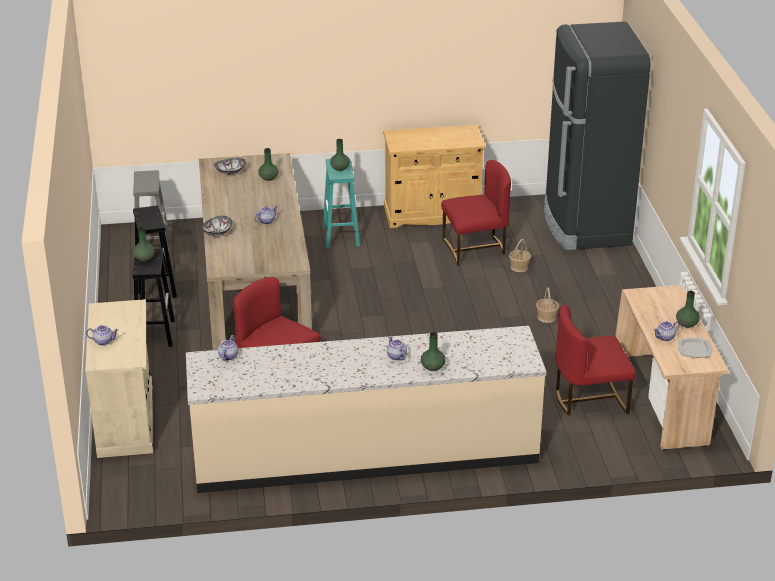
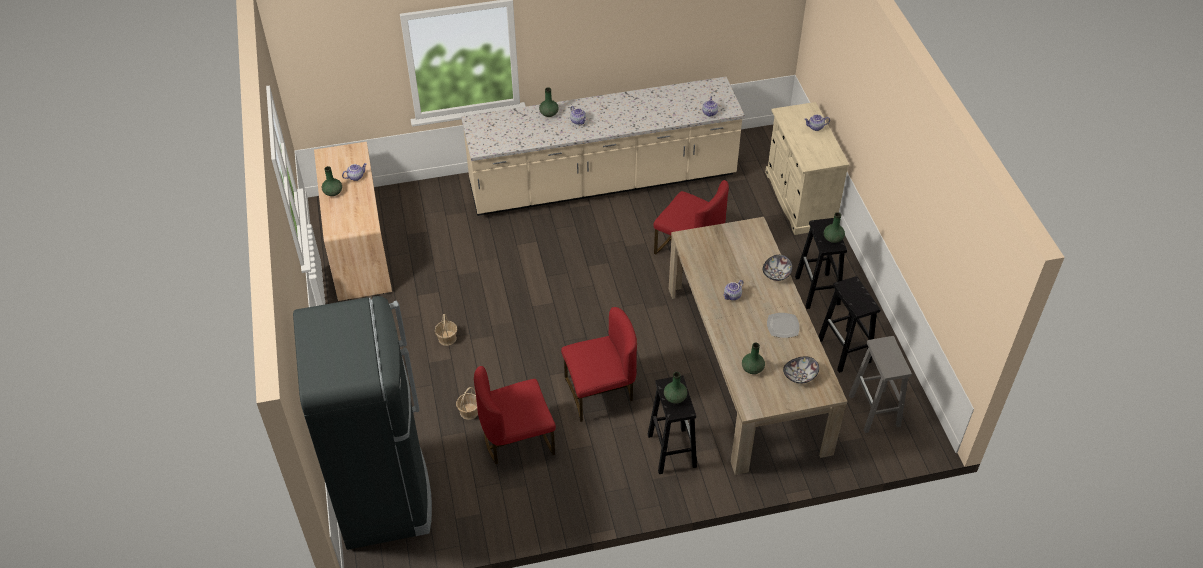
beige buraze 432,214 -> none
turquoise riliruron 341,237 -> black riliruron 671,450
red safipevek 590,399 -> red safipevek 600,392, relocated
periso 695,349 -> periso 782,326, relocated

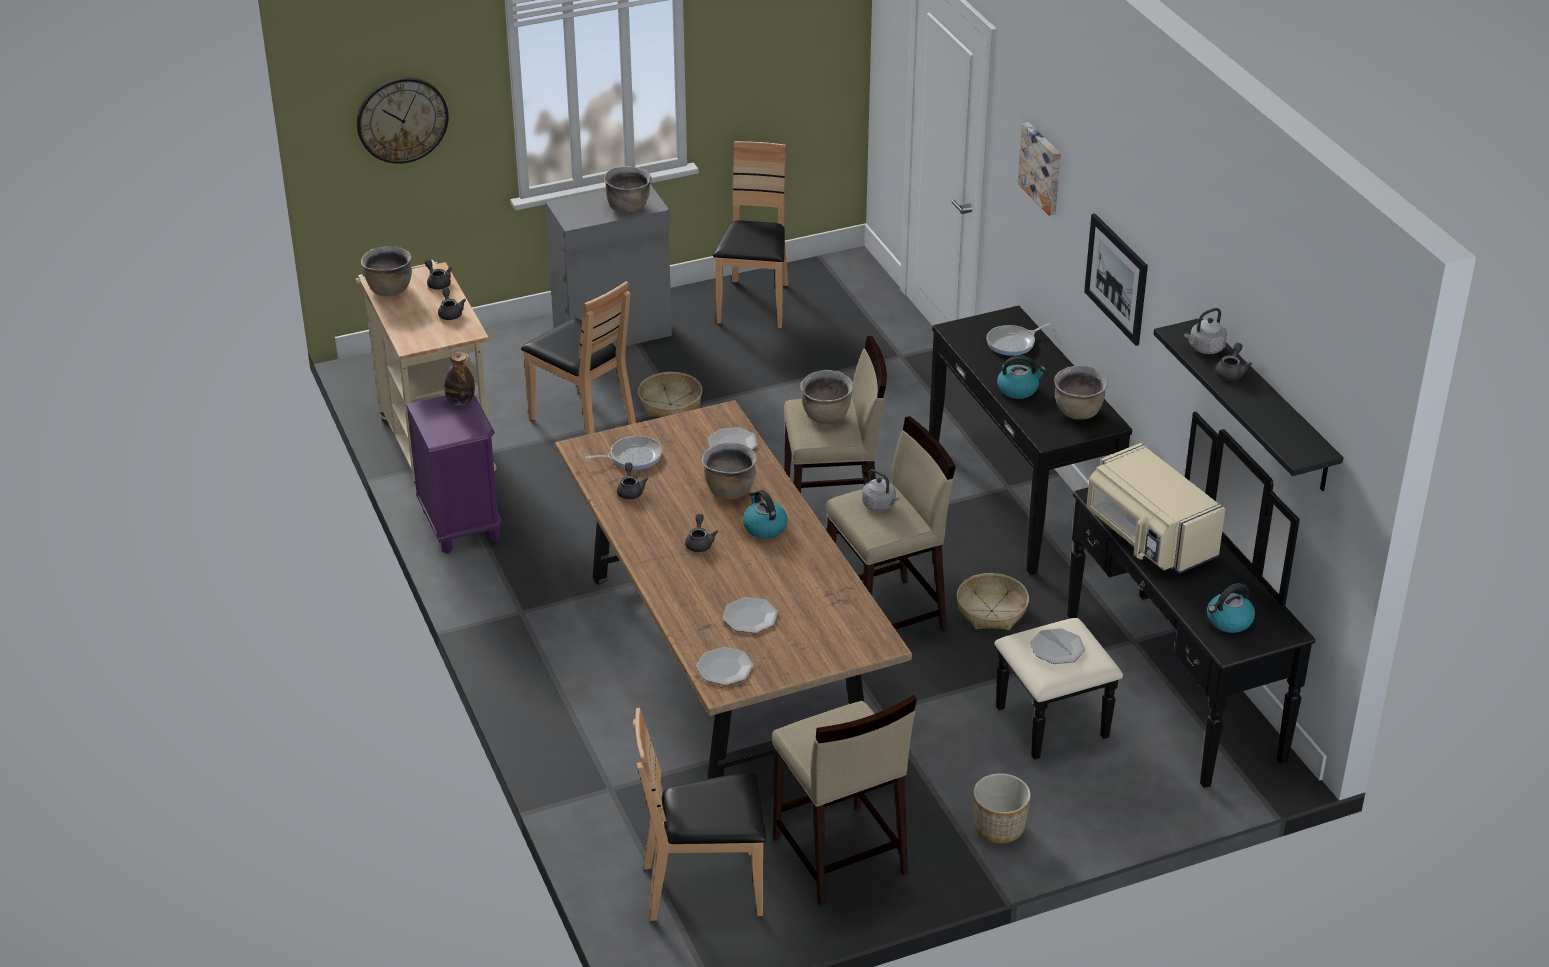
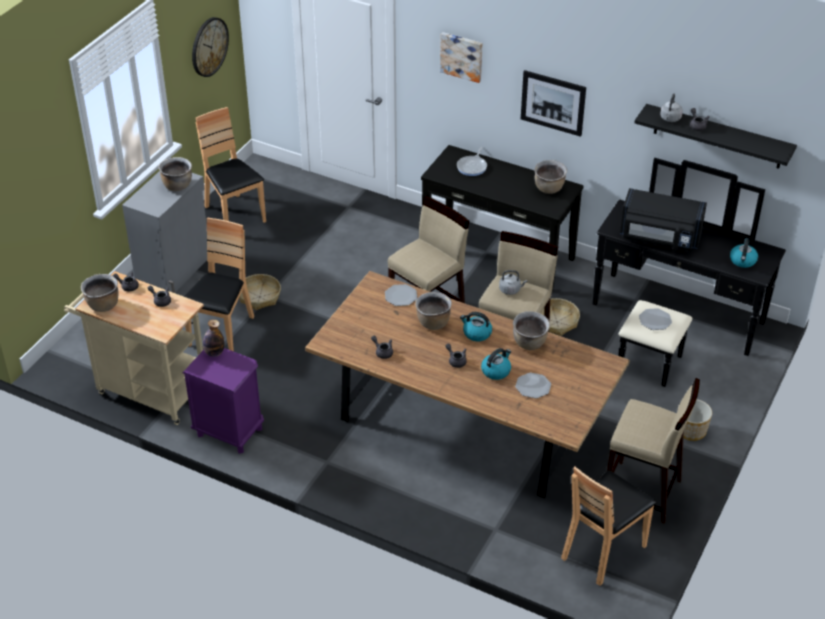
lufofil 402,119 -> lufofil 209,46, relocated
brown safipevek 583,421 -> brown safipevek 222,332, 75 degrees counterclockwise
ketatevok 1018,389 -> ketatevok 496,371, relocated
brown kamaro 826,416 -> brown kamaro 530,343, relocated
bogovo 632,457 -> none
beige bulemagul 1148,538 -> black bulemagul 659,238
periso 724,668 -> none

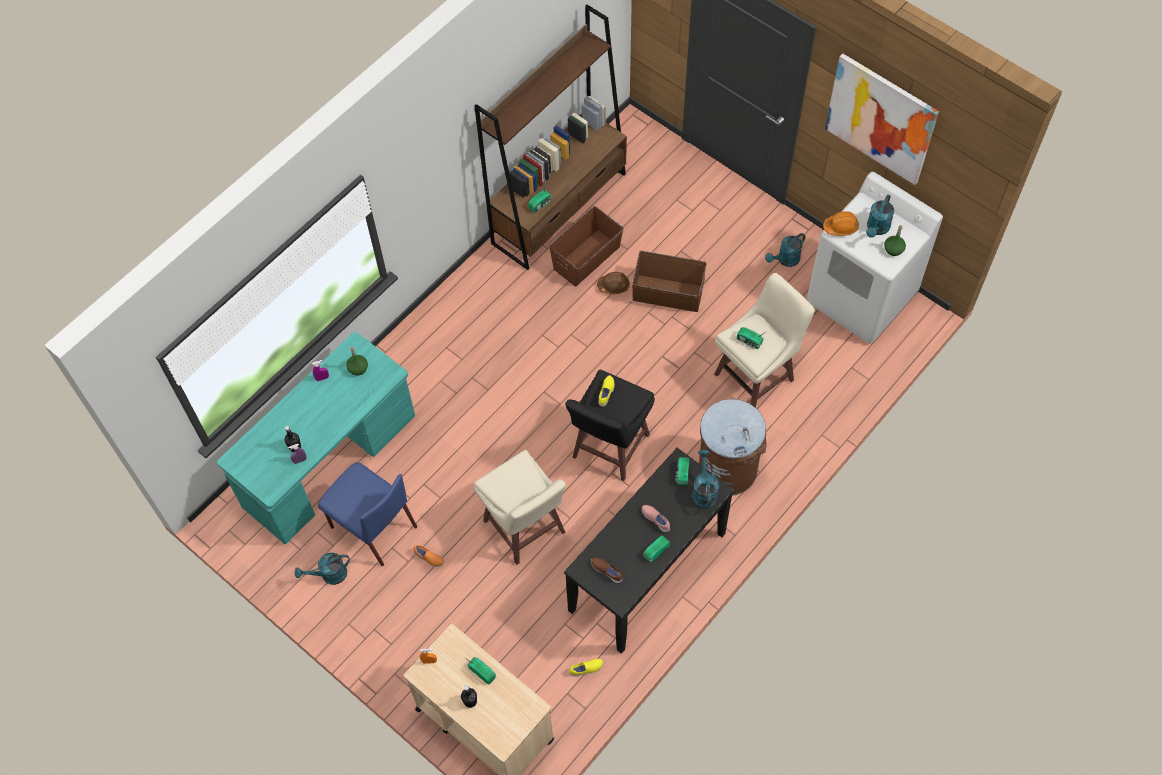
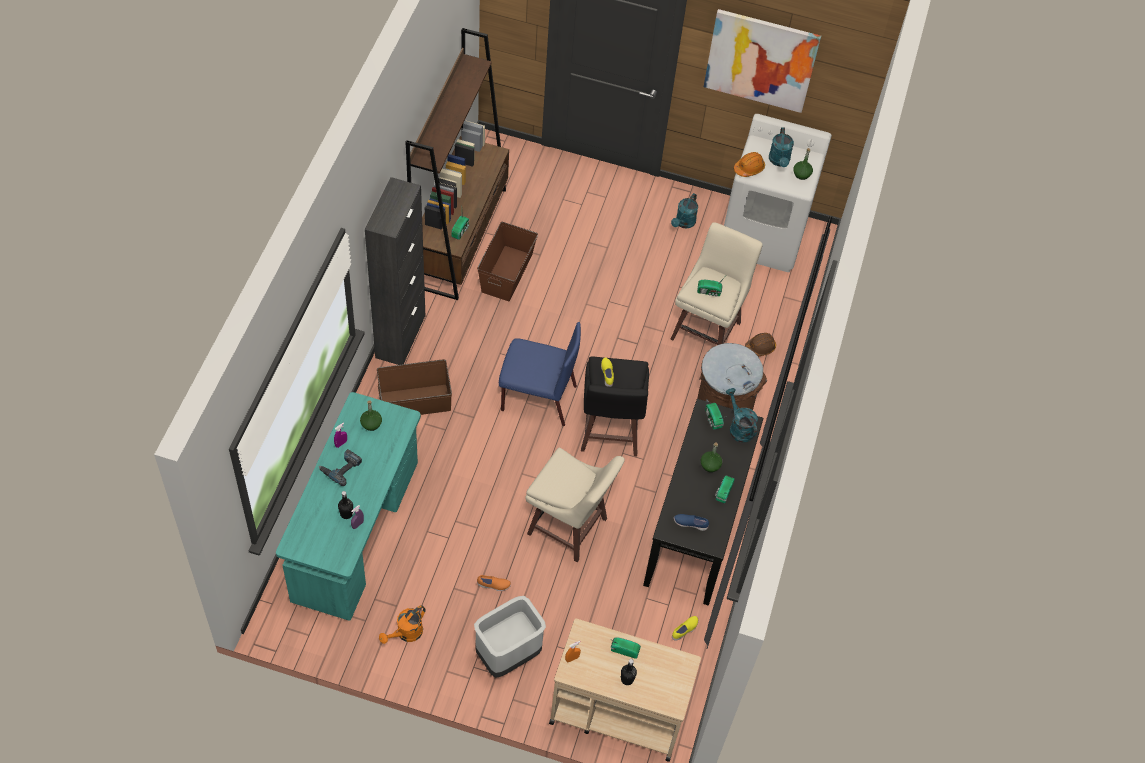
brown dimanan 668,293 -> brown dimanan 415,402, relocated
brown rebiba 614,286 -> brown rebiba 760,347, relocated
blue safipevek 372,526 -> blue safipevek 537,398, relocated
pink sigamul 656,519 -> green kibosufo 710,465
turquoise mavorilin 329,575 -> orange mavorilin 406,634
brown sigamul 607,571 -> blue sigamul 690,523
none -> black buraze 400,336
none -> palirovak 341,468
none -> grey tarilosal 508,656

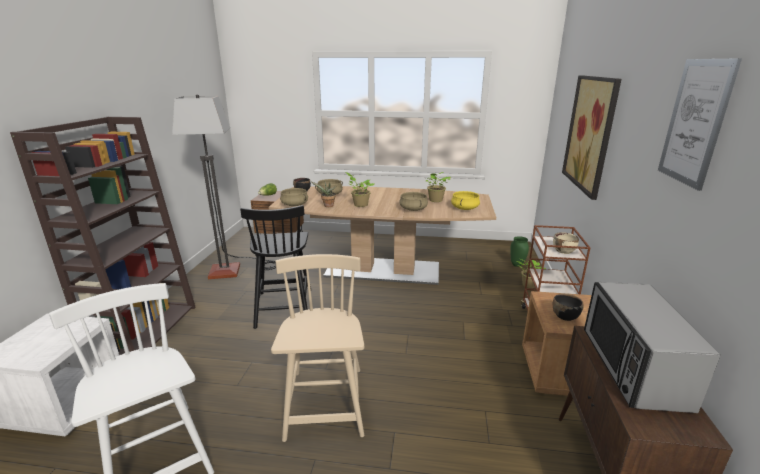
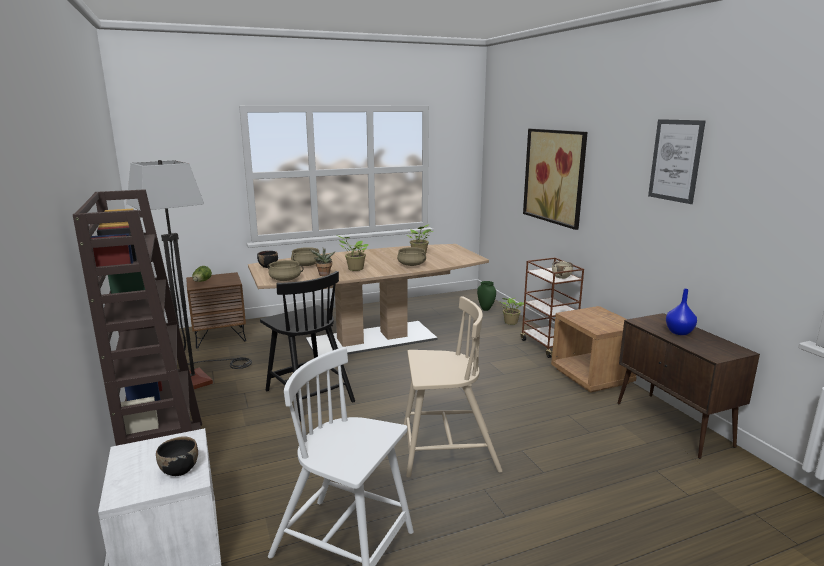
yellow kamaro 465,208 -> none
beige safipevek 325,404 -> beige safipevek 447,452, 120 degrees clockwise
bulemagul 632,367 -> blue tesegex 679,332
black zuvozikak 565,316 -> black zuvozikak 179,469, relocated

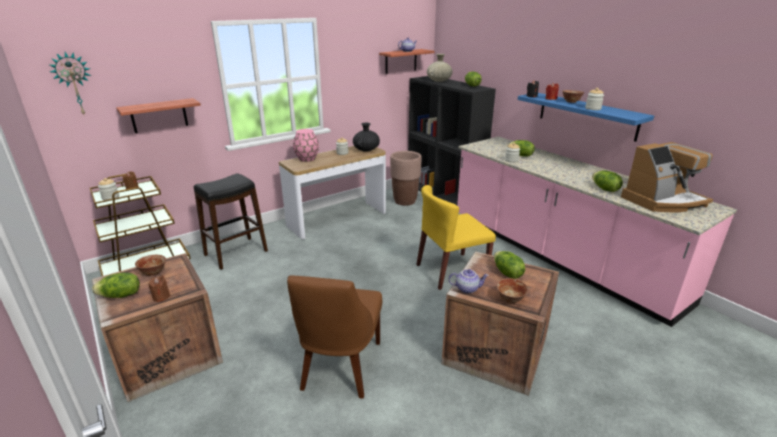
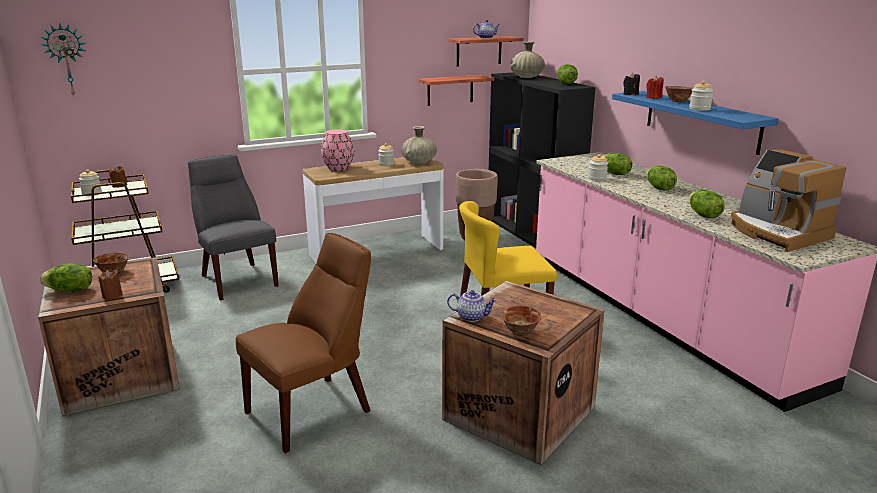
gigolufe 159,116 -> gigolufe 450,90, relocated
black tesegex 366,150 -> beige tesegex 419,162
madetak 663,201 -> madetak 776,233, 75 degrees clockwise
black riliruron 236,253 -> grey safipevek 237,279
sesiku 507,273 -> sesiku 659,188, relocated
brown safipevek 340,368 -> brown safipevek 314,410, 150 degrees counterclockwise

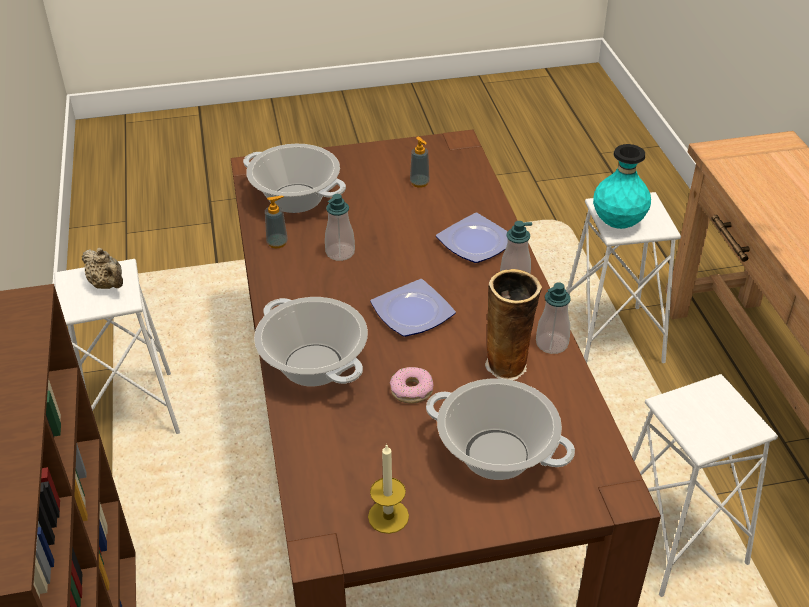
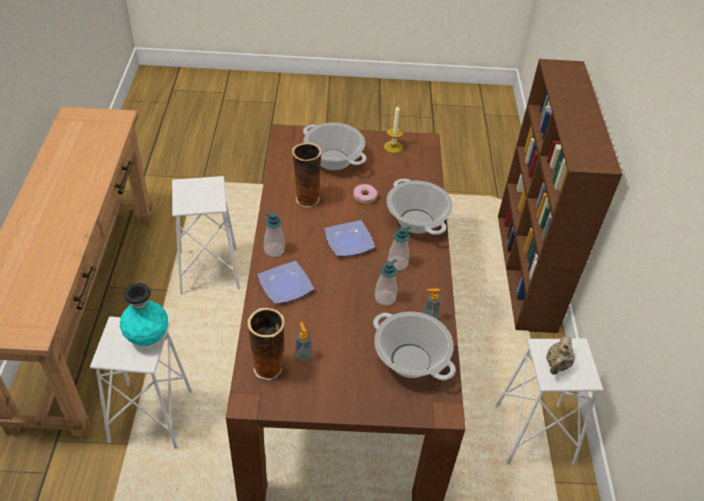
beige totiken 108,285 -> beige totiken 557,365, 120 degrees counterclockwise
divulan 552,344 -> divulan 397,263, relocated
none -> tesegex 269,368

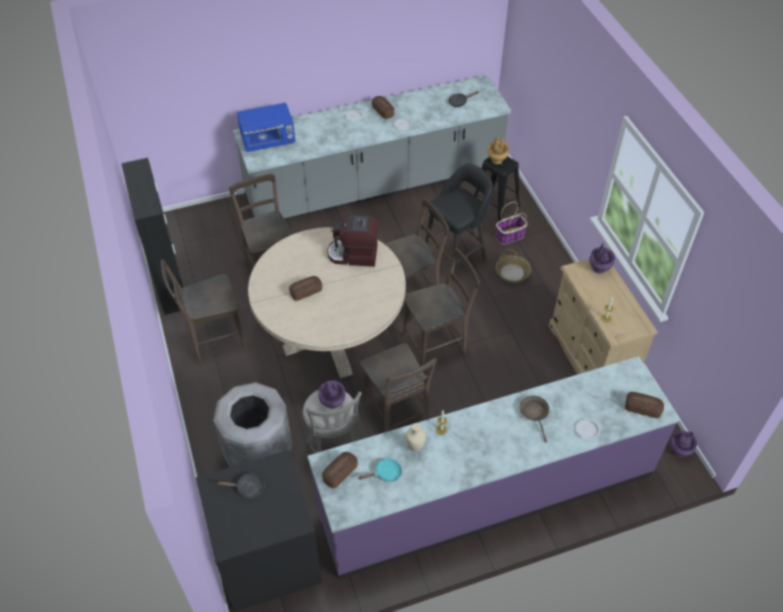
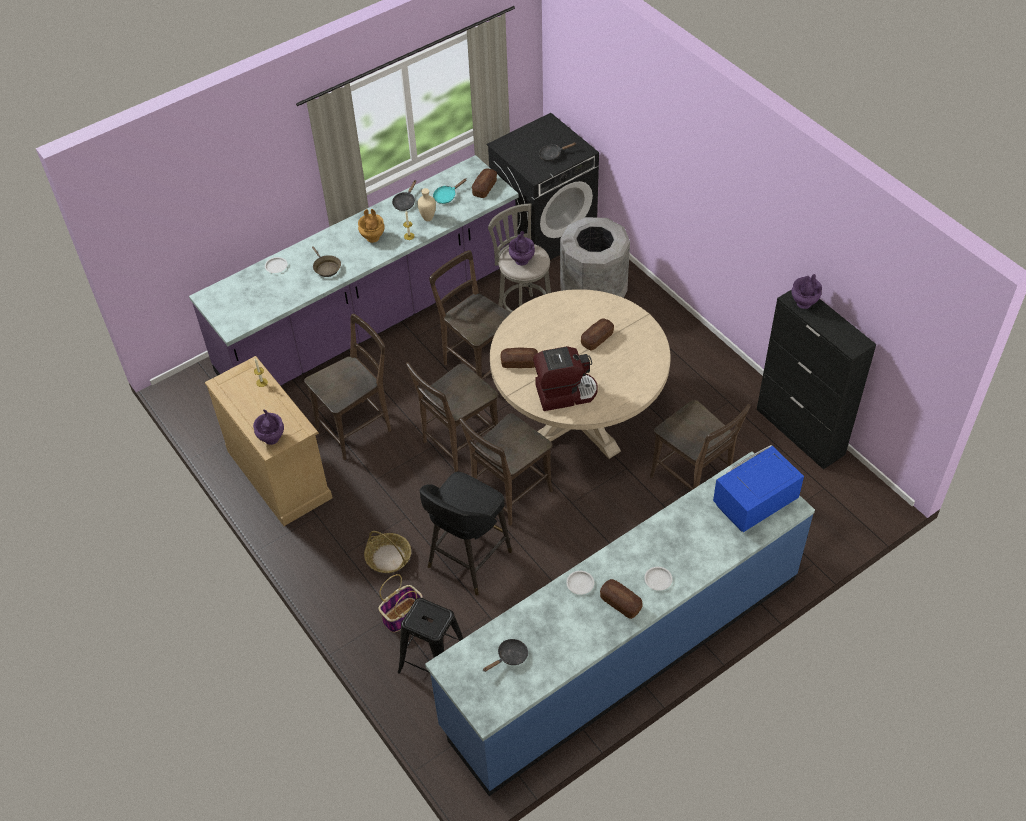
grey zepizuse 375,185 -> blue zepizuse 622,651
brown tesegex 496,160 -> brown tesegex 373,237, relocated
brown safipevek 213,339 -> brown safipevek 357,427, relocated
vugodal 642,409 -> vugodal 519,363, relocated
purple tesegex 679,451 -> purple tesegex 803,303, relocated
none -> black bogovo 405,202

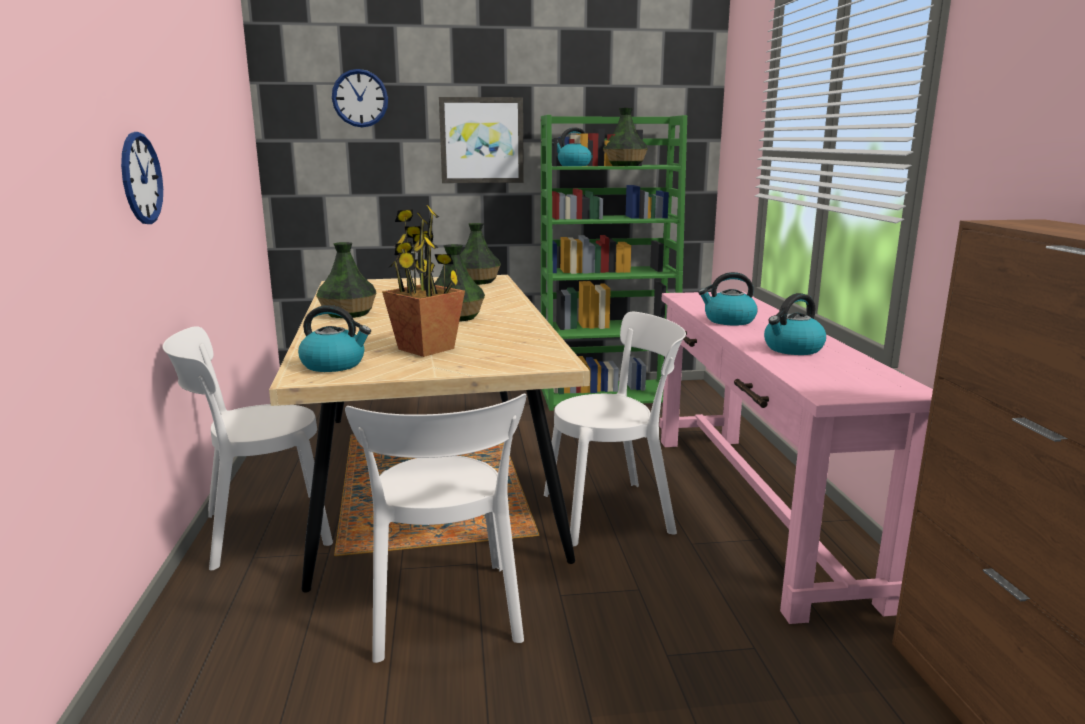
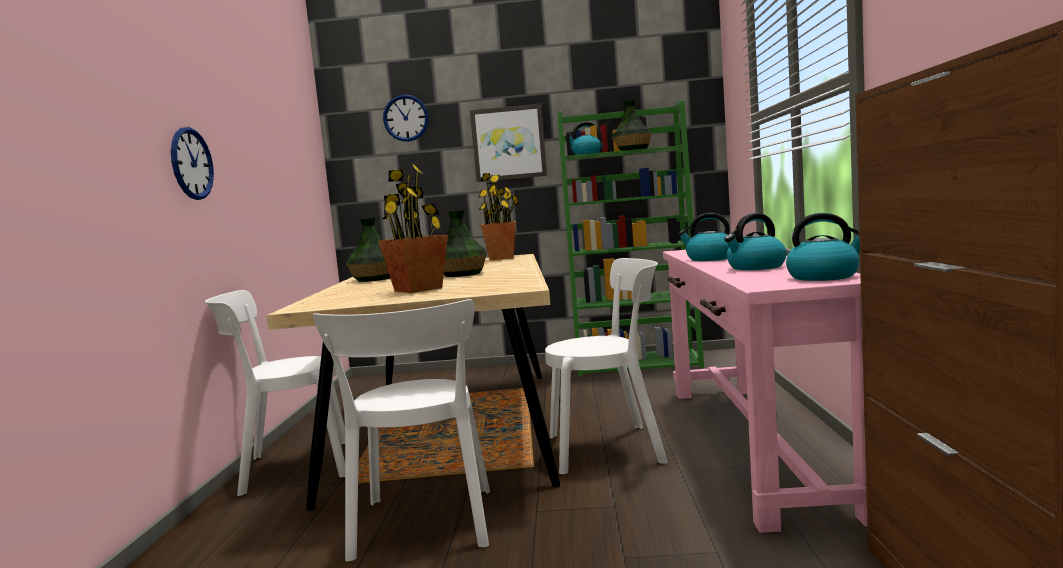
tesegex 476,281 -> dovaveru 501,258
ketatevok 334,364 -> ketatevok 824,277, relocated

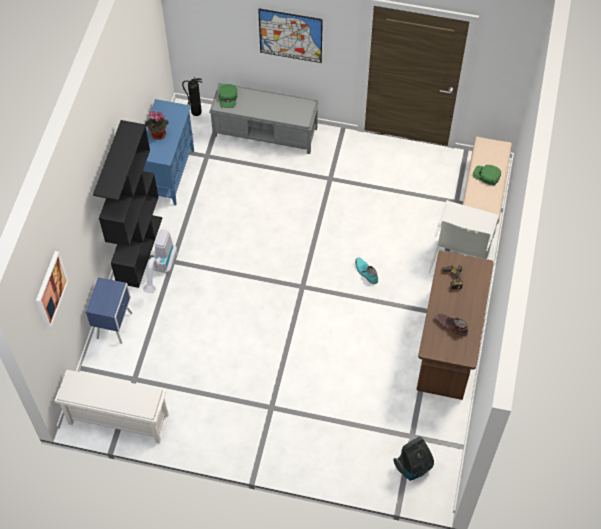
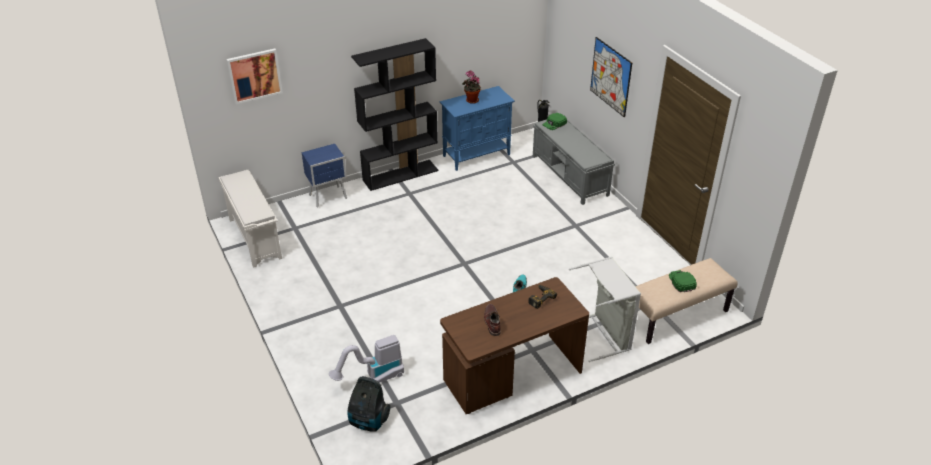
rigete 161,270 -> rigete 373,377, relocated

